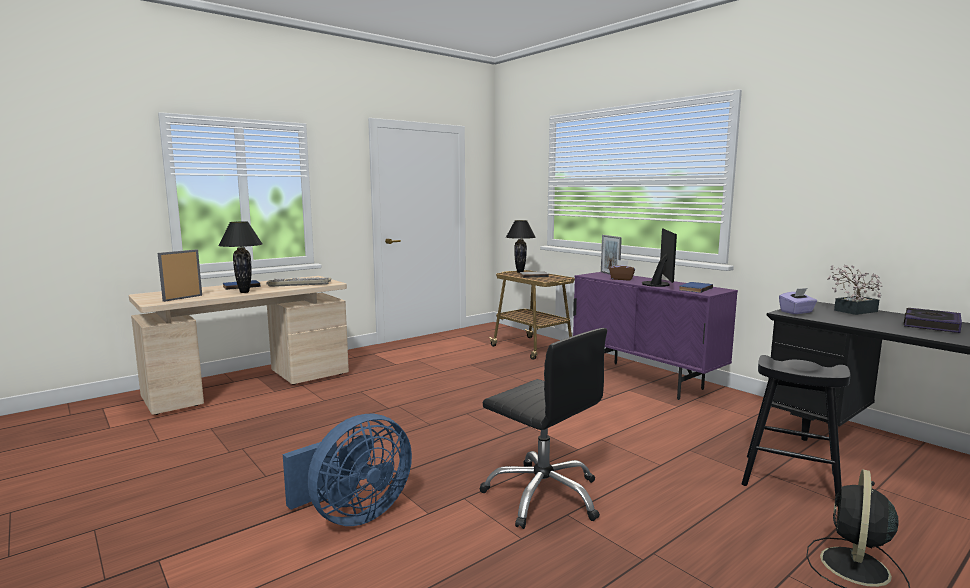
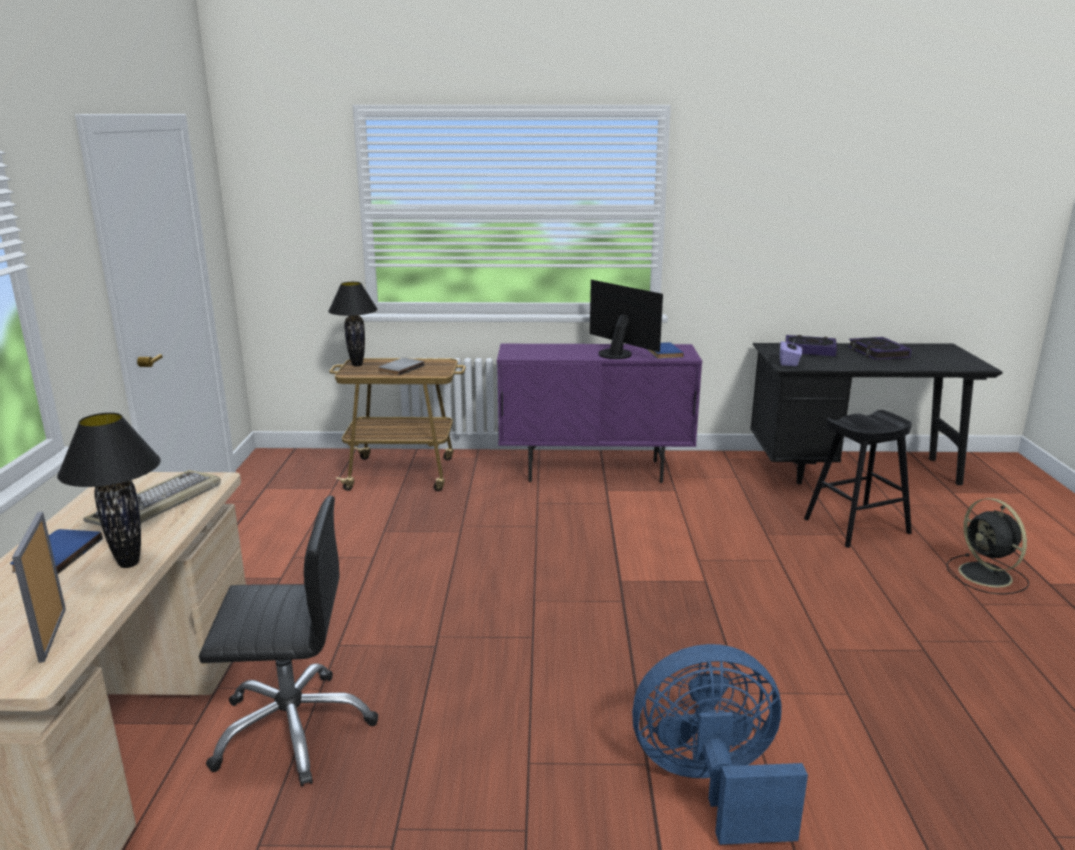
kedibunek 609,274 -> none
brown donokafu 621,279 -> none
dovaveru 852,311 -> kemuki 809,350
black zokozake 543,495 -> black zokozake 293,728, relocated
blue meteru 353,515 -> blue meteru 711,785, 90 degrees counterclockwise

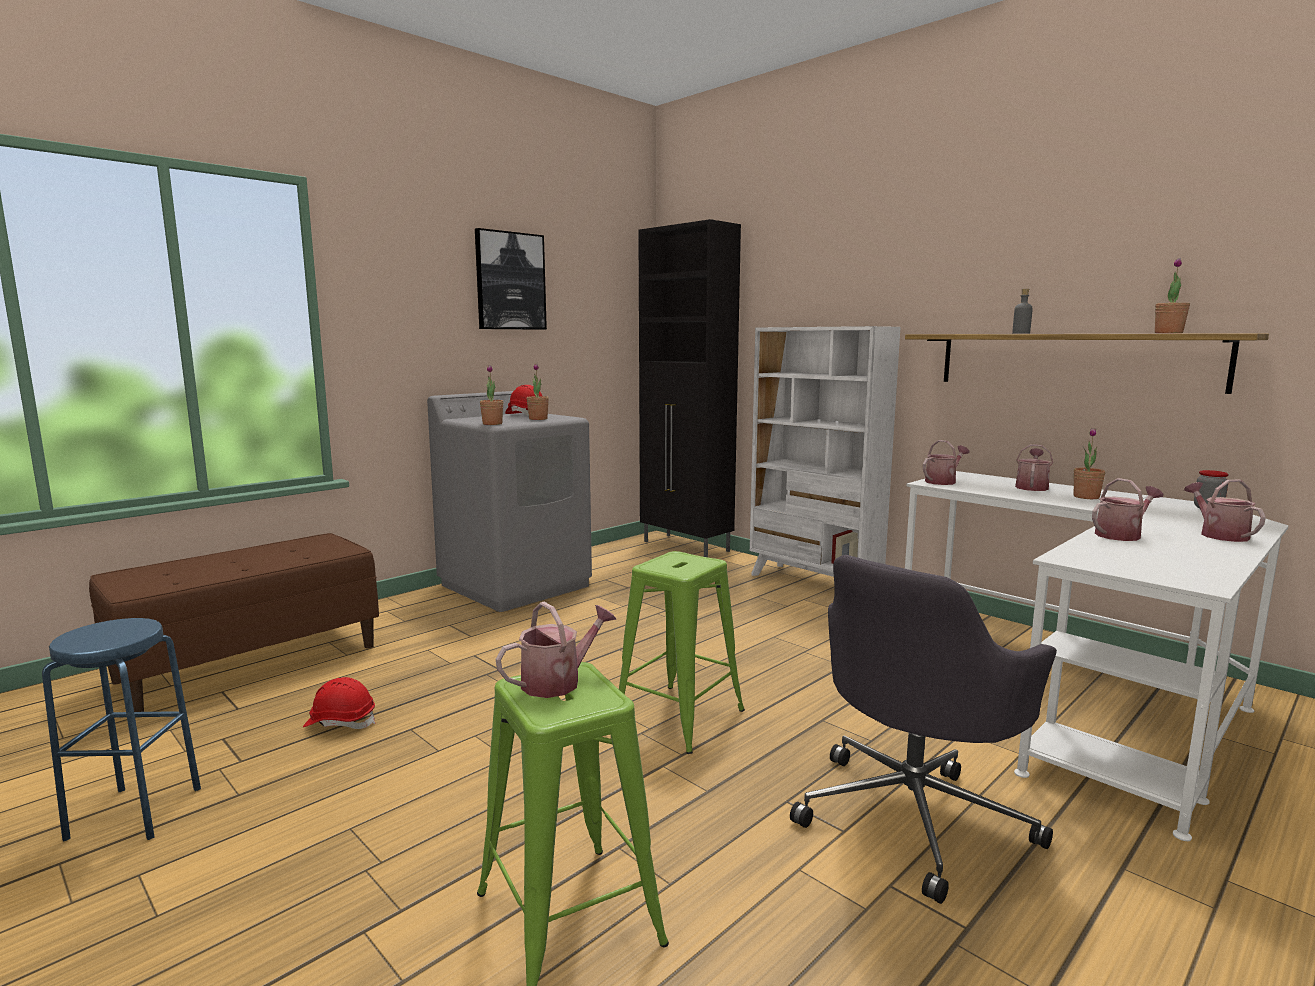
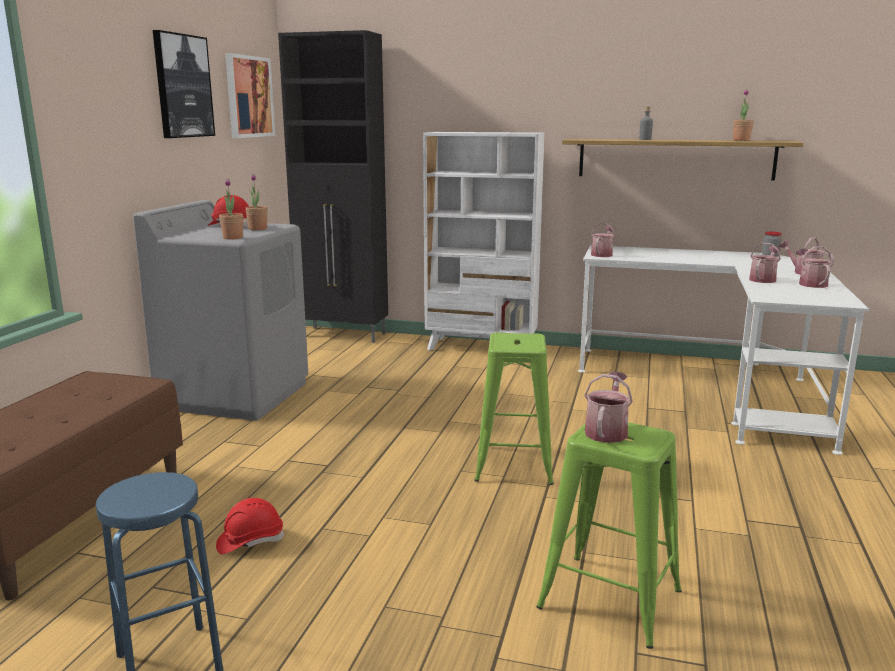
dovaveru 1086,497 -> none
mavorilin 1032,487 -> mavorilin 811,283, relocated
grey zokozake 914,815 -> none
none -> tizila 249,97

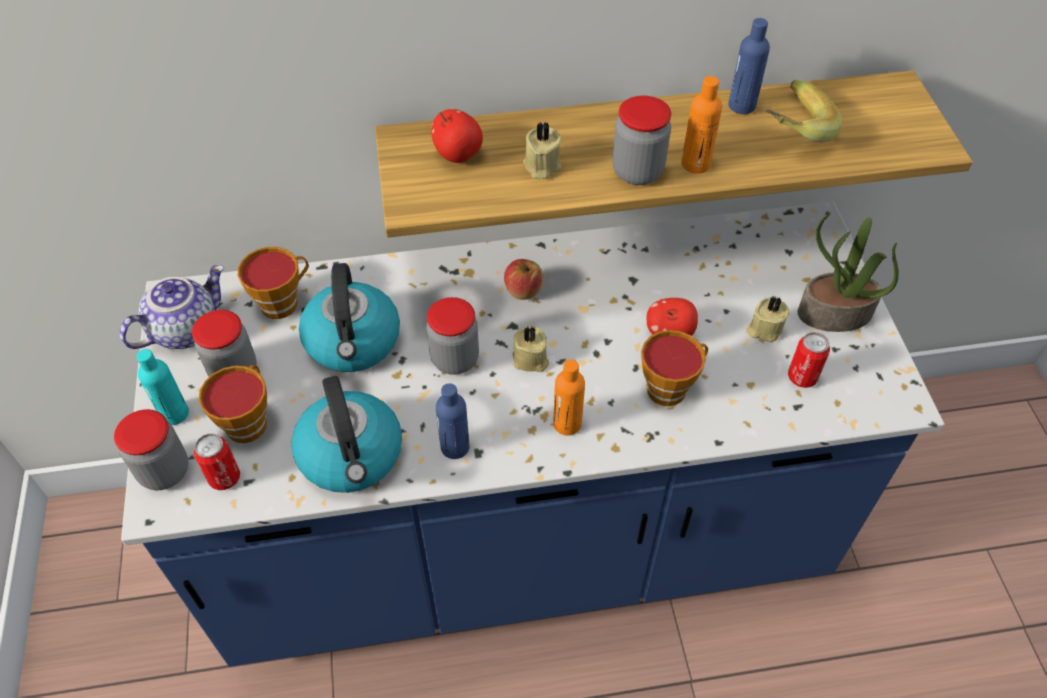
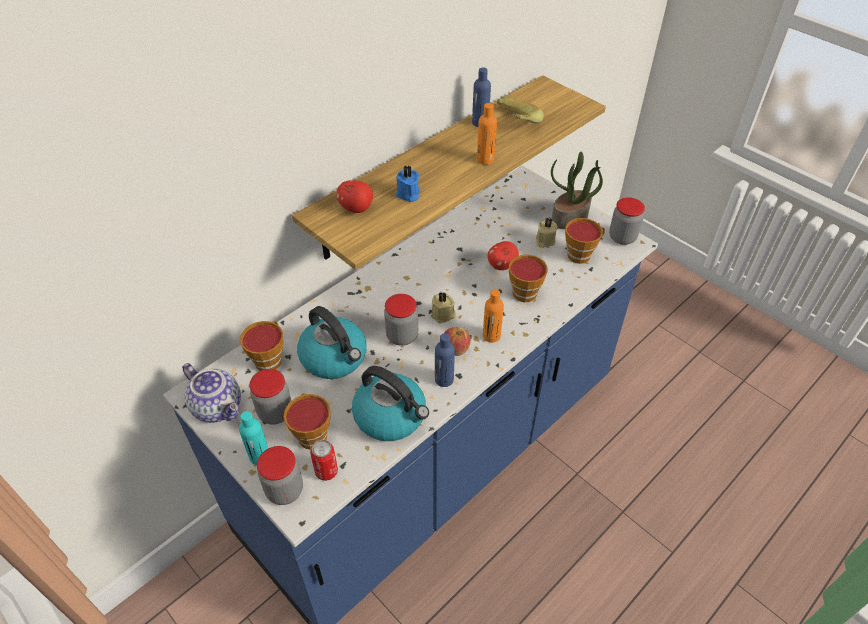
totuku 637,171 -> totuku 622,237, relocated
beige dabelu 541,166 -> blue dabelu 408,194
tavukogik 523,290 -> tavukogik 455,348, relocated
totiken 185,329 -> totiken 219,406, 120 degrees clockwise
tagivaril 802,377 -> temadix 581,254

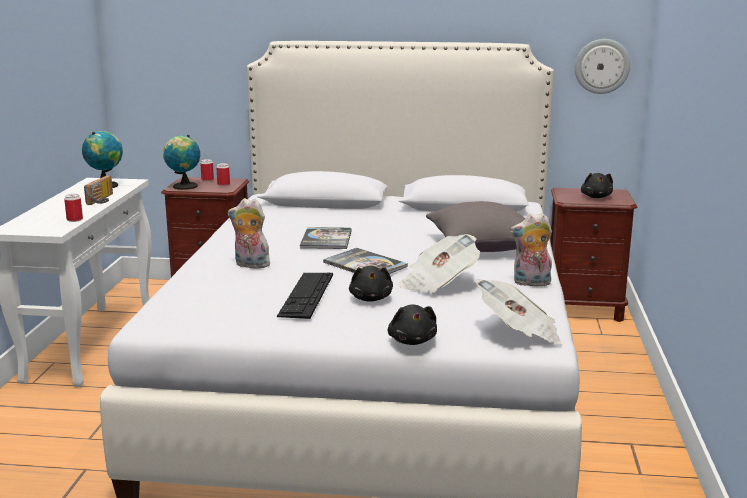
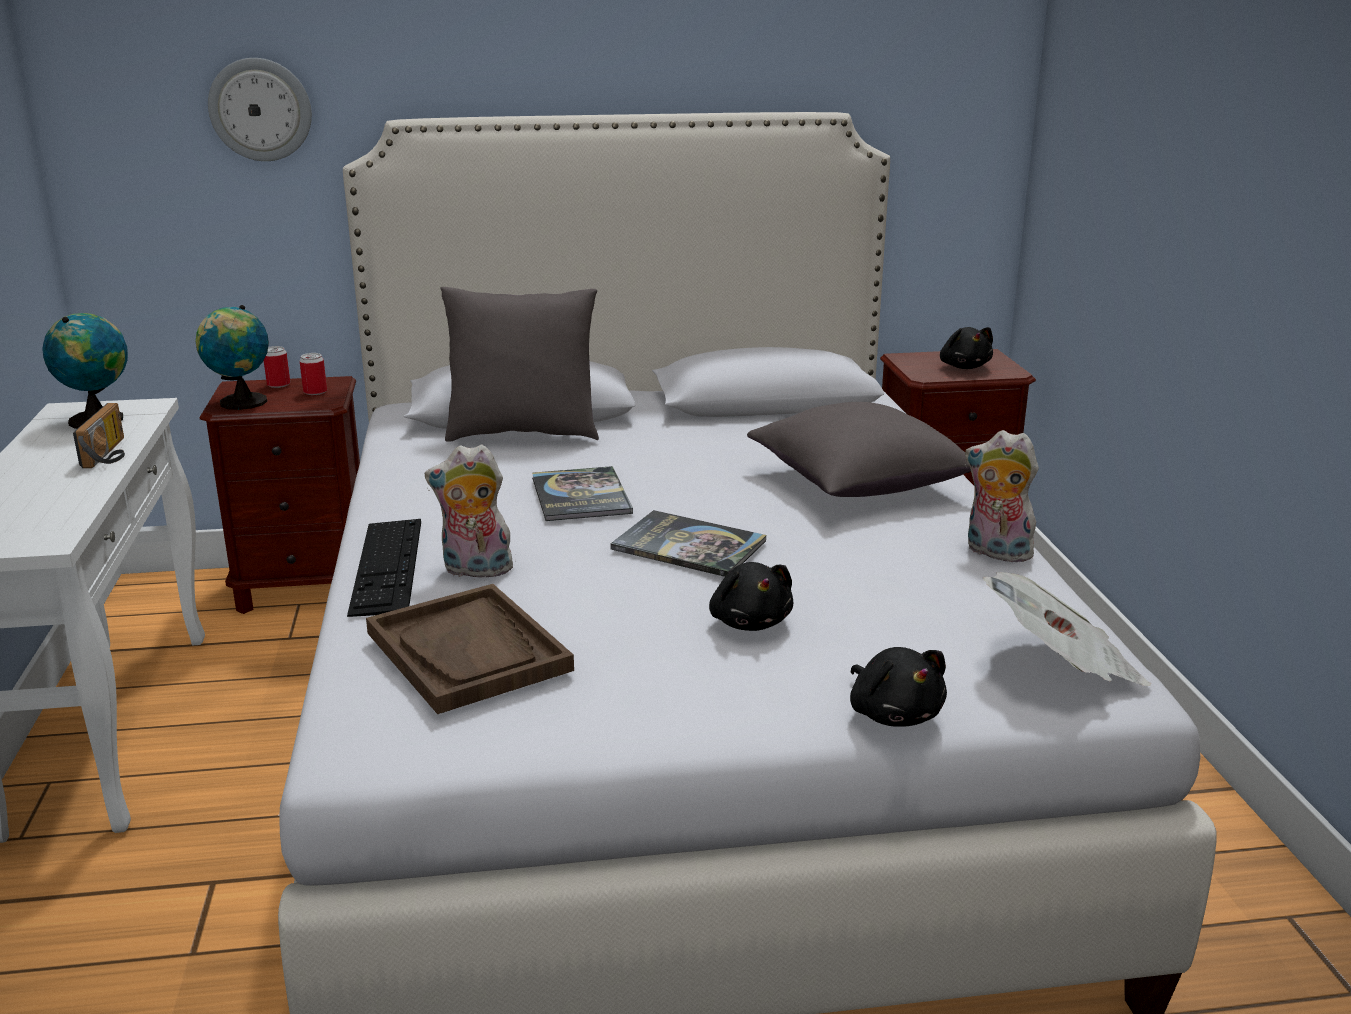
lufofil 602,66 -> lufofil 260,109, relocated
tagivaril 74,220 -> none
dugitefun 531,283 -> dugitefun 995,553, 45 degrees clockwise
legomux 438,284 -> none
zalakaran 306,294 -> zalakaran 387,566, relocated
none -> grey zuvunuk 523,433
none -> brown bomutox 468,651

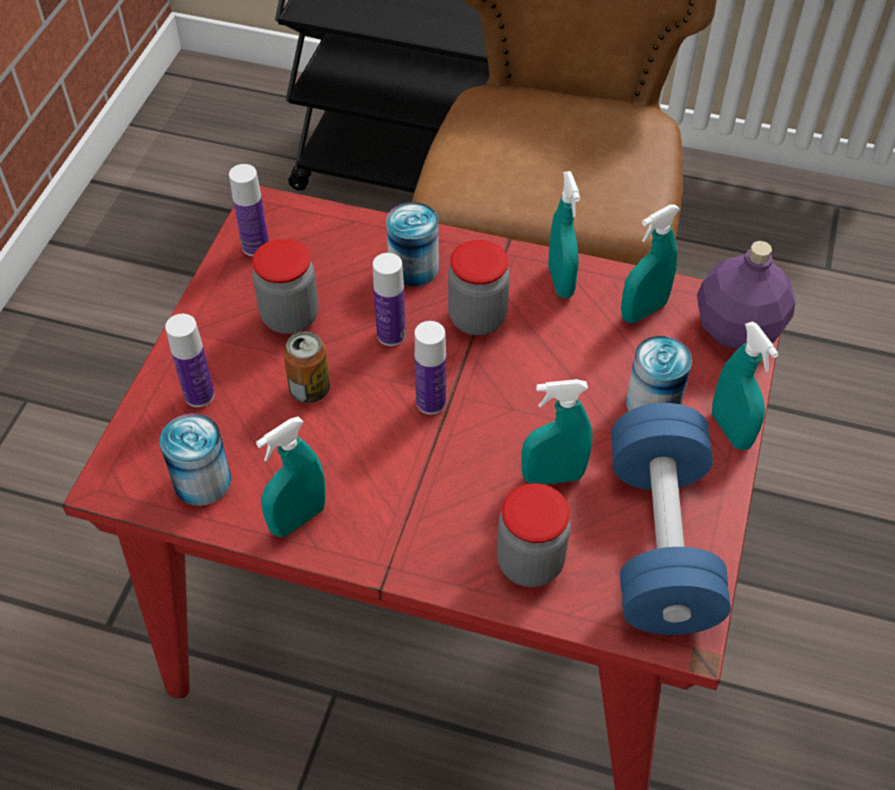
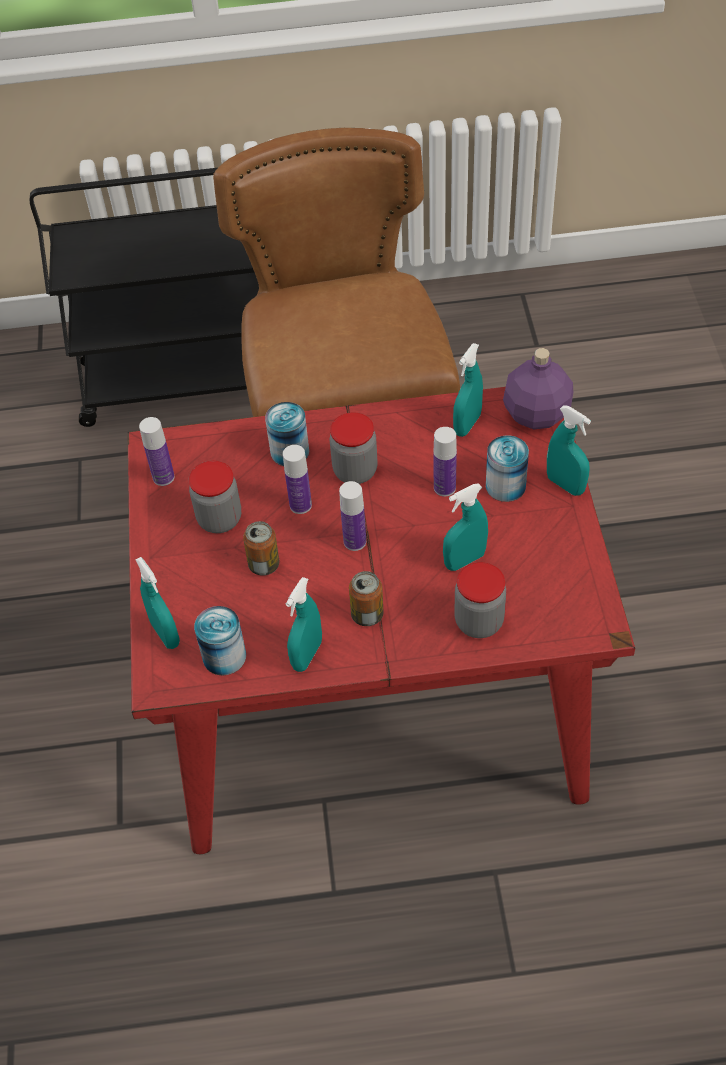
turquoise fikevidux 560,281 -> turquoise fikevidux 165,634, relocated
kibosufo 199,395 -> kibosufo 444,487, relocated
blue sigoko 660,542 -> none
none -> tagivaril 367,614

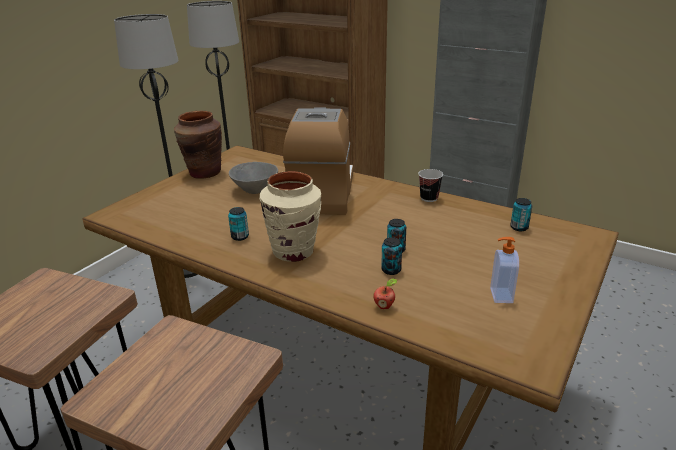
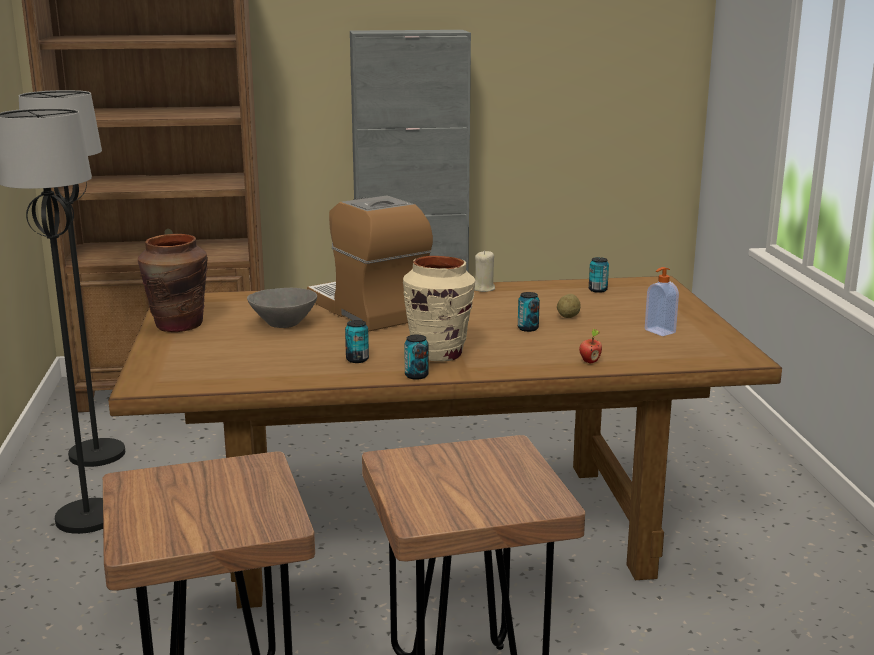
temadix 429,198 -> beige dabelu 483,289
tagivaril 391,270 -> tagivaril 416,375, relocated
none -> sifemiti 568,316

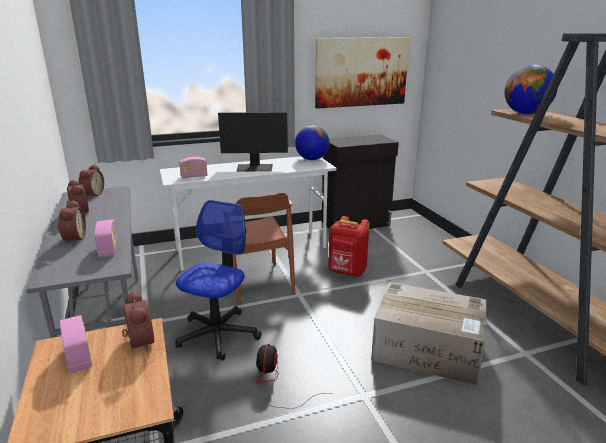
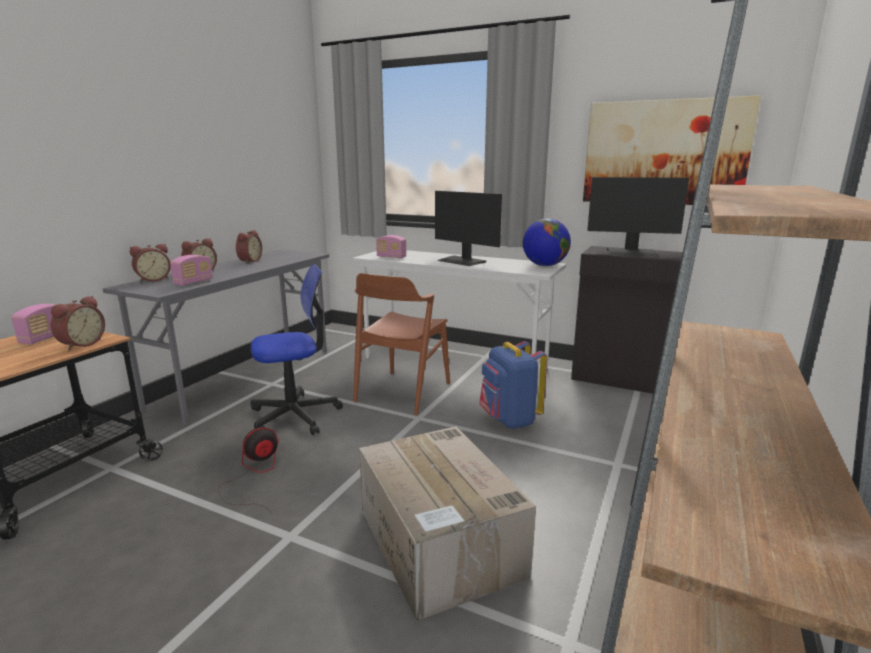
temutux 525,113 -> none
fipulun 92,195 -> fipulun 153,279, relocated
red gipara 347,272 -> blue gipara 509,420
none -> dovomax 632,252

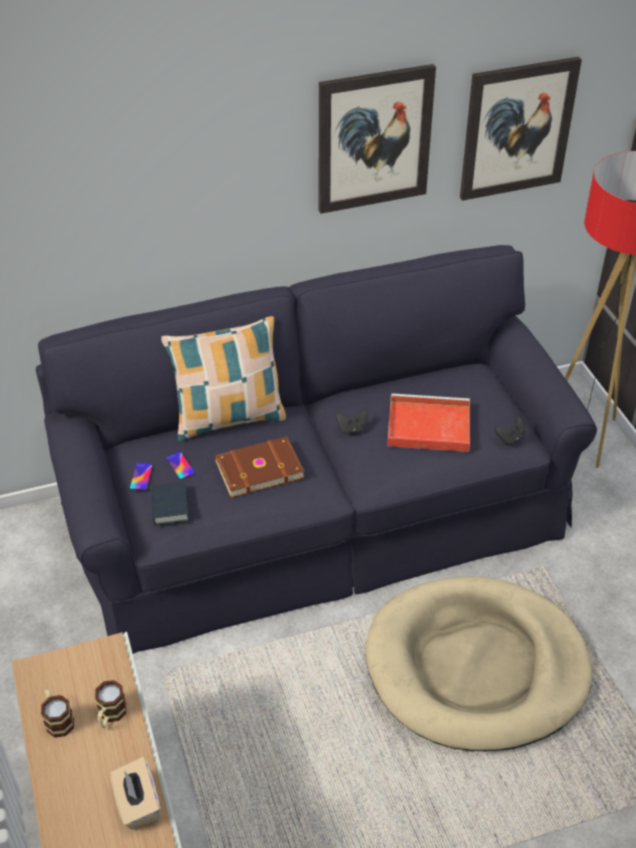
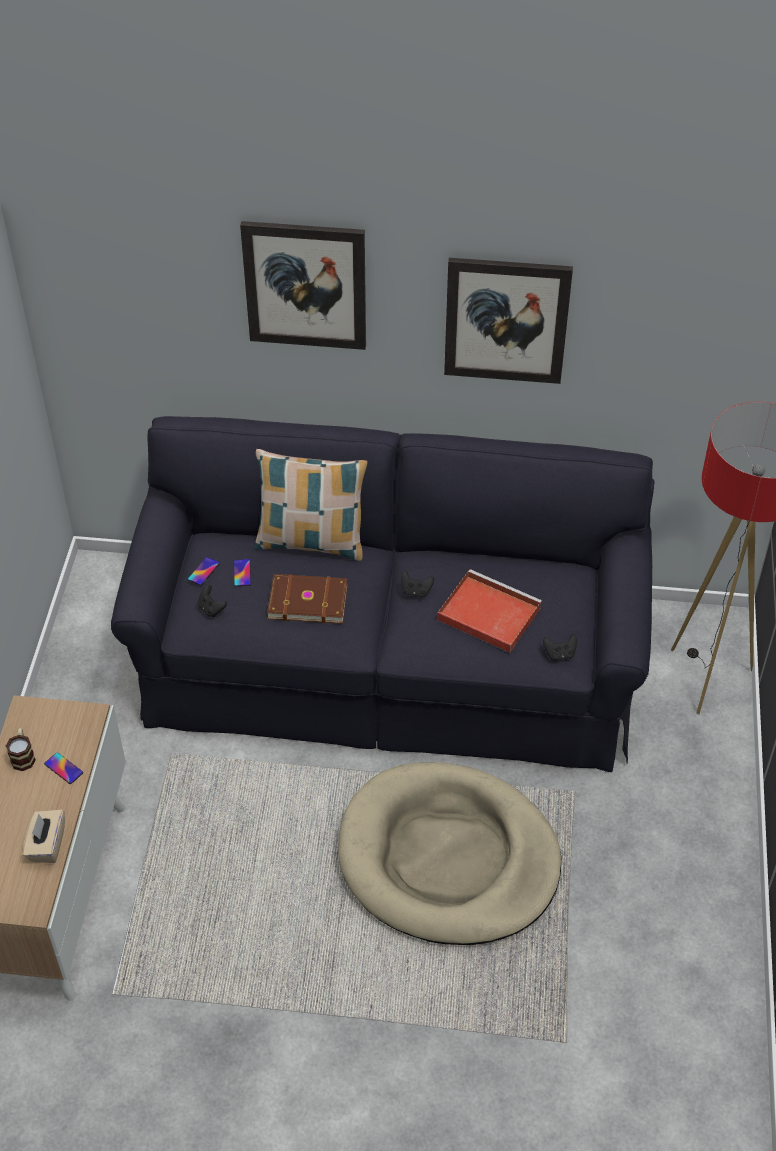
tizila 517,129 -> tizila 305,285, relocated
kemuki 170,507 -> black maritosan 211,609
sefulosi 110,715 -> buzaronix 63,768

